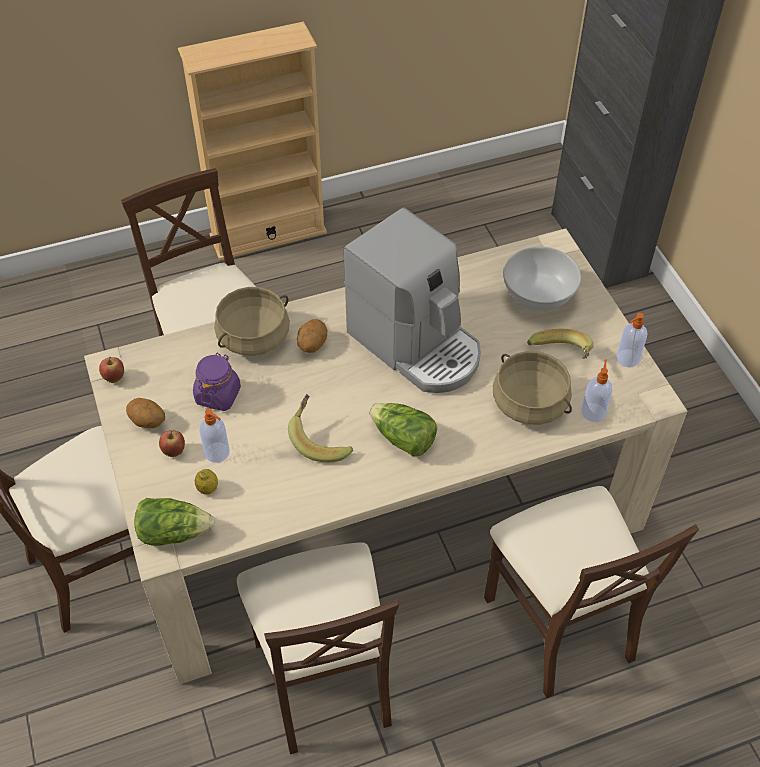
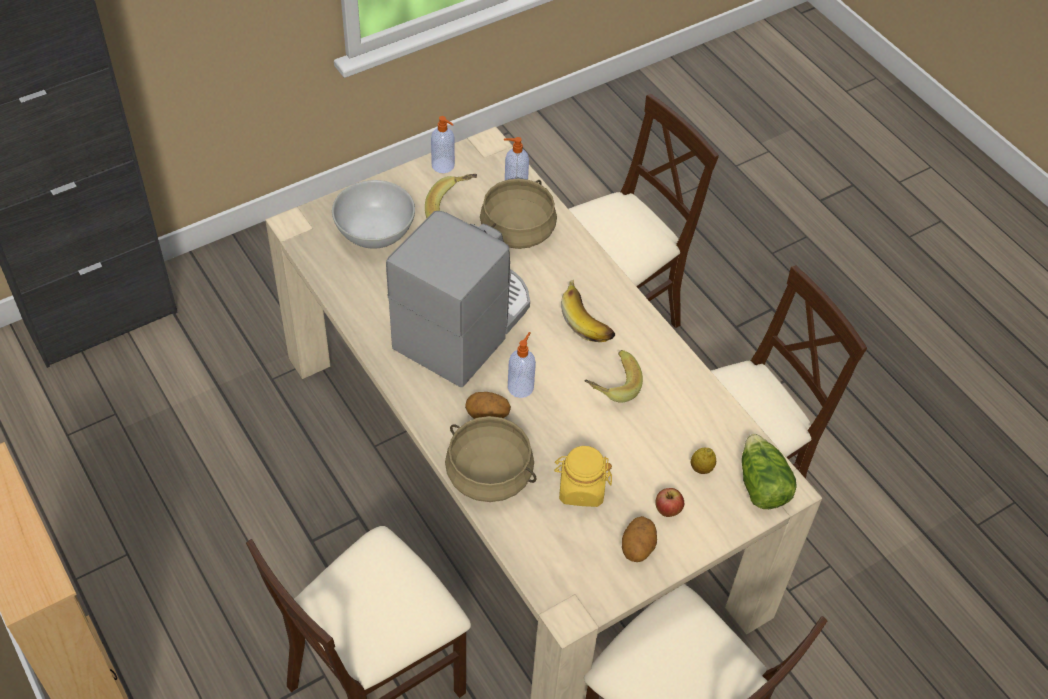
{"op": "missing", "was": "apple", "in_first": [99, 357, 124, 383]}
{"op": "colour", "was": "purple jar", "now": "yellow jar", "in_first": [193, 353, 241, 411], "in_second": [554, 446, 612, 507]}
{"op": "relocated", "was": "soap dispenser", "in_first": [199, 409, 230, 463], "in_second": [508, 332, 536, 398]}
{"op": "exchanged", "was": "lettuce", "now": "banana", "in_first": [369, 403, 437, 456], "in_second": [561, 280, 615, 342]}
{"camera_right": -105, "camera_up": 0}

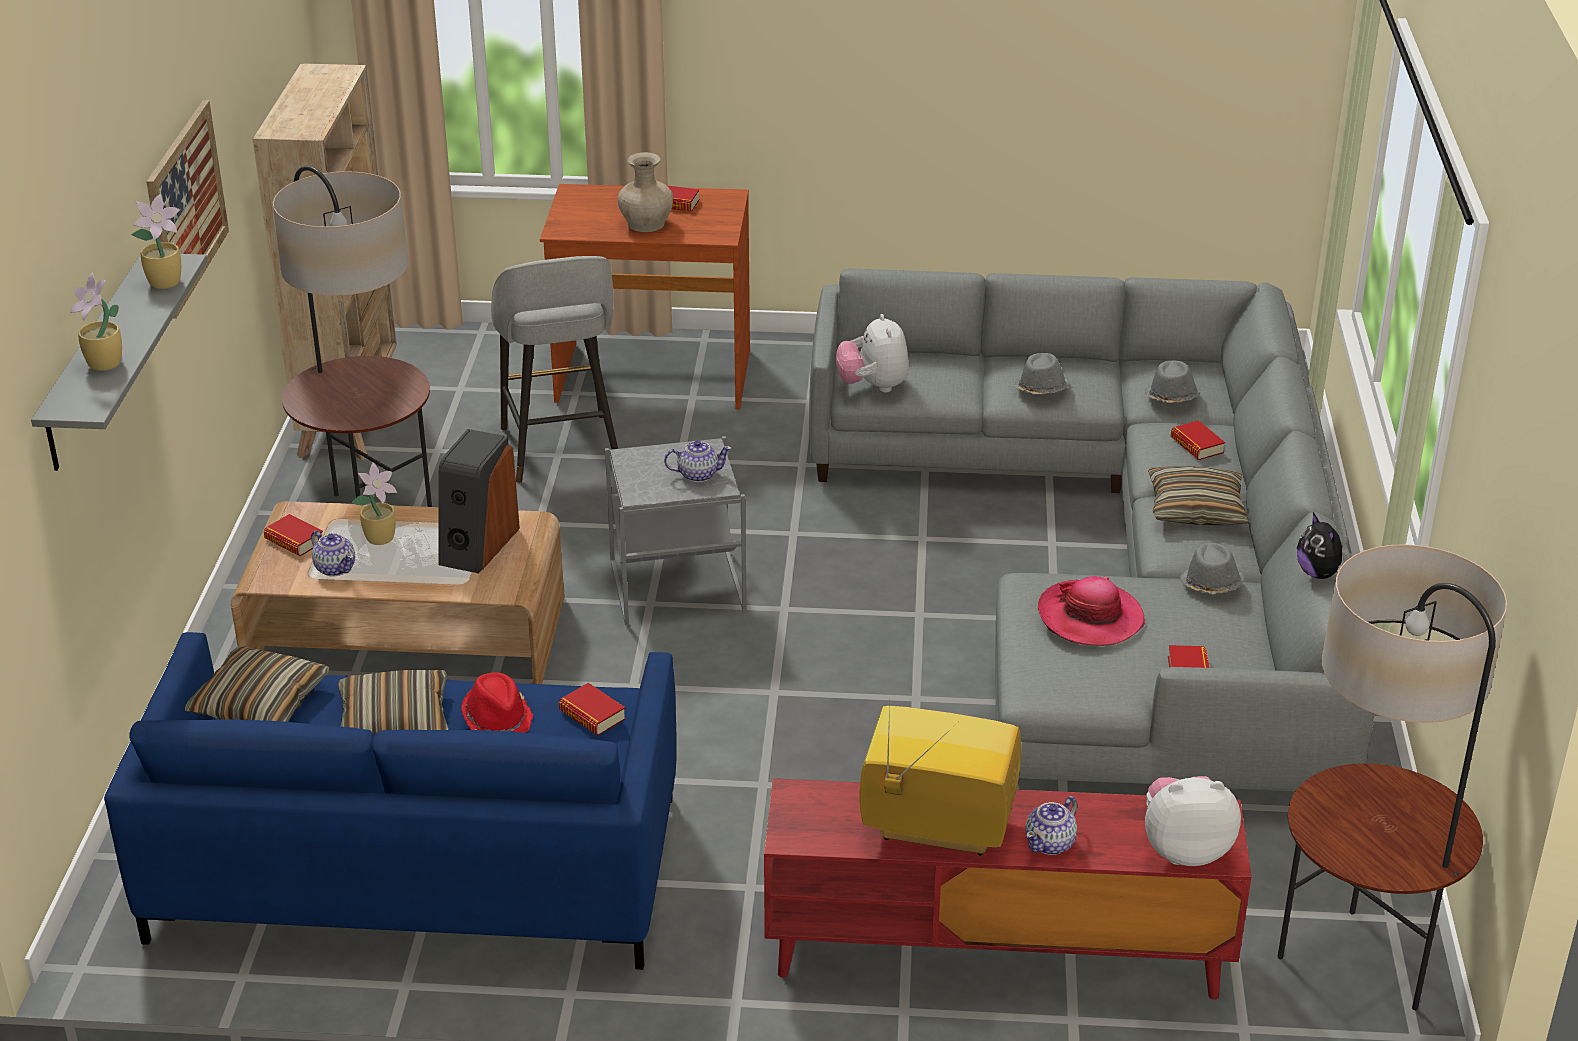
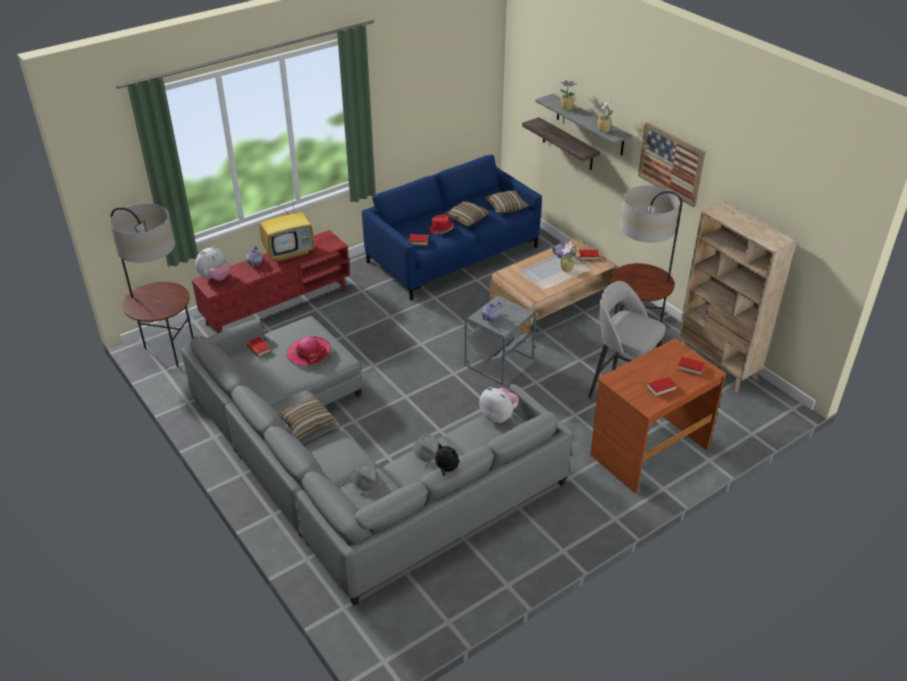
{"op": "missing", "was": "speaker", "in_first": [438, 429, 520, 574]}
{"op": "missing", "was": "beige vase", "in_first": [618, 152, 673, 232]}
{"op": "relocated", "was": "book", "in_first": [1171, 420, 1225, 460], "in_second": [677, 356, 706, 376]}
{"op": "missing", "was": "grey hat", "in_first": [1180, 543, 1244, 594]}
{"op": "relocated", "was": "plush toy", "in_first": [1297, 512, 1342, 579], "in_second": [431, 443, 459, 476]}
{"op": "appeared", "now": "shelf", "in_second": [522, 117, 600, 170]}
{"camera_right": 140, "camera_up": 5}

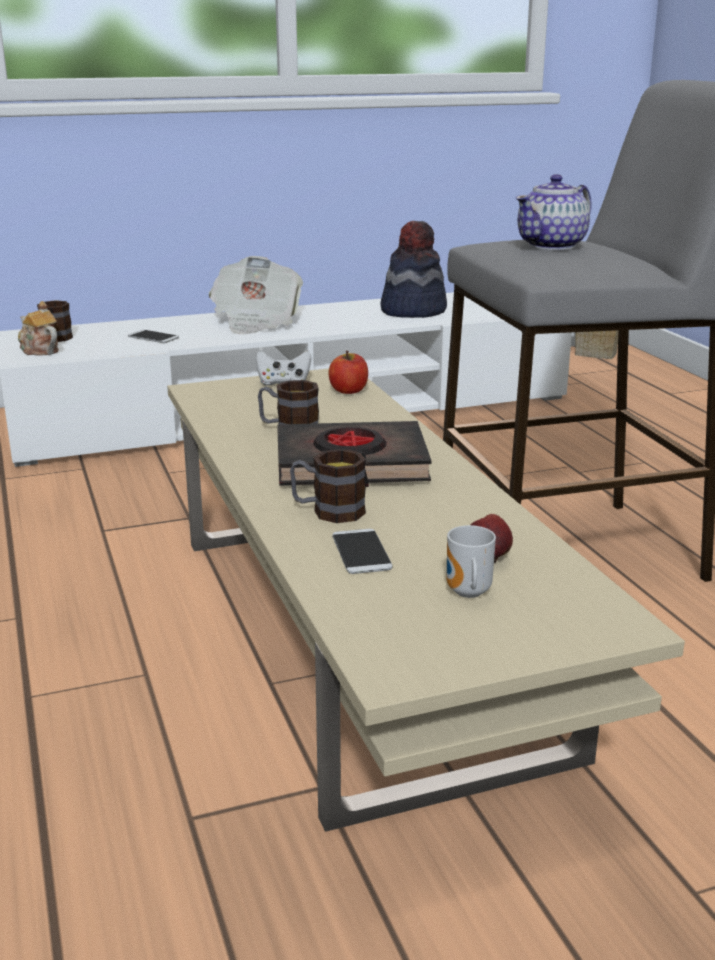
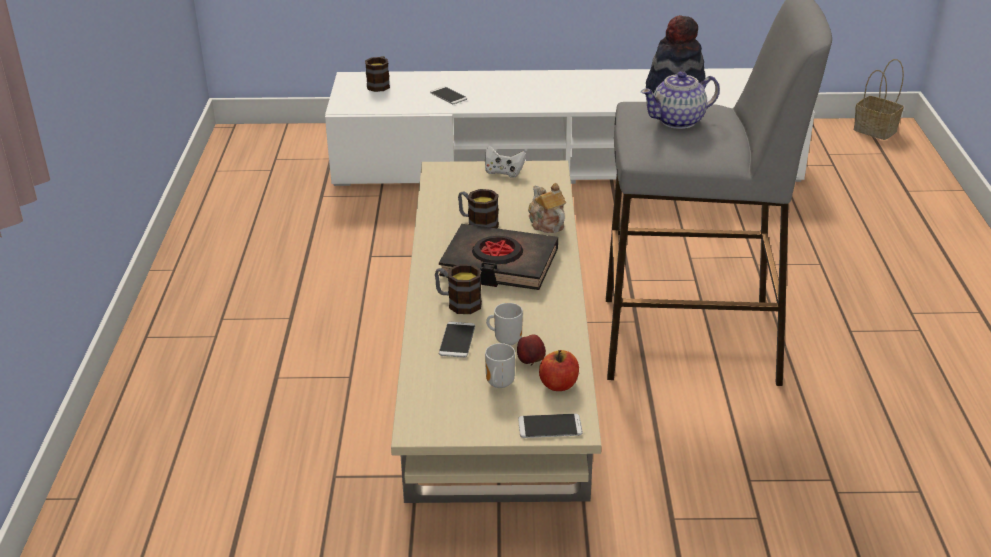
{"op": "relocated", "was": "teapot", "in_first": [18, 301, 59, 356], "in_second": [528, 183, 566, 233]}
{"op": "missing", "was": "newspaper", "in_first": [209, 256, 303, 334]}
{"op": "relocated", "was": "apple", "in_first": [328, 351, 368, 394], "in_second": [539, 350, 579, 391]}
{"op": "appeared", "now": "mug", "in_second": [486, 303, 523, 345]}
{"op": "appeared", "now": "phone", "in_second": [518, 414, 583, 438]}
{"camera_right": 20, "camera_up": 10}

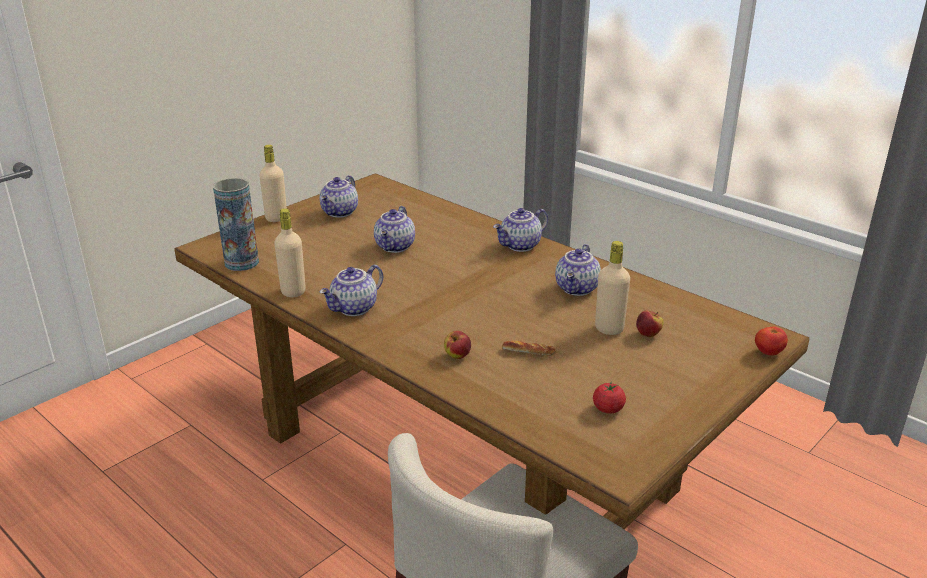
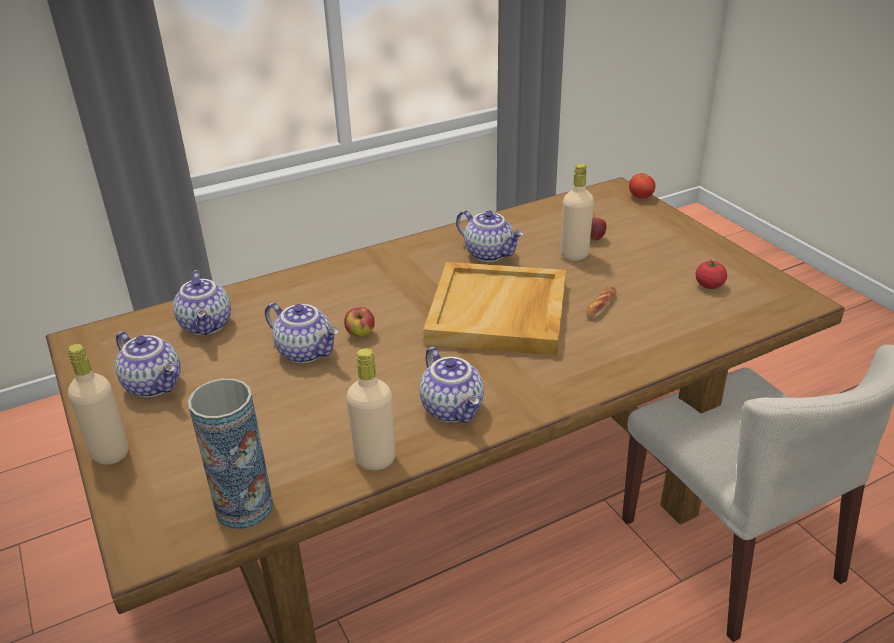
{"op": "relocated", "was": "apple", "in_first": [444, 331, 471, 359], "in_second": [344, 307, 375, 337]}
{"op": "relocated", "was": "teapot", "in_first": [493, 208, 548, 252], "in_second": [173, 270, 231, 335]}
{"op": "appeared", "now": "beige tray", "in_second": [423, 262, 566, 356]}
{"camera_right": -70, "camera_up": 5}

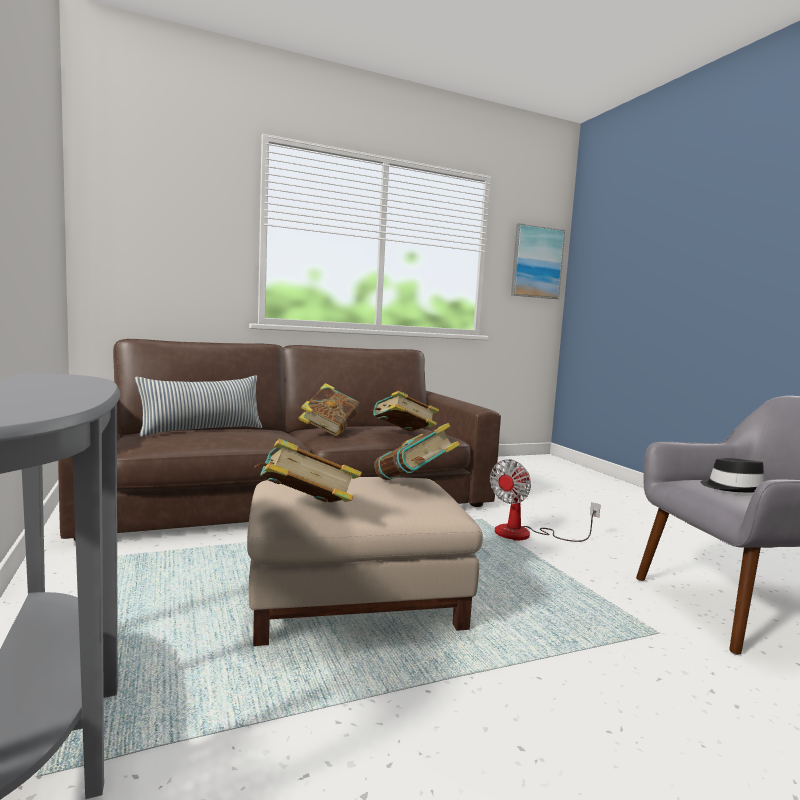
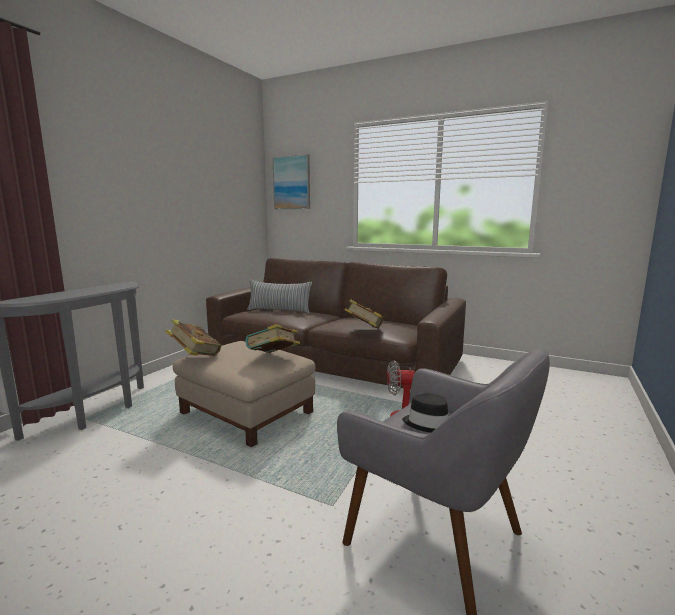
{"op": "missing", "was": "book", "in_first": [298, 383, 360, 436]}
{"op": "relocated", "was": "picture", "in_first": [511, 223, 565, 299], "in_second": [272, 154, 310, 209]}
{"camera_right": 50, "camera_up": 5}

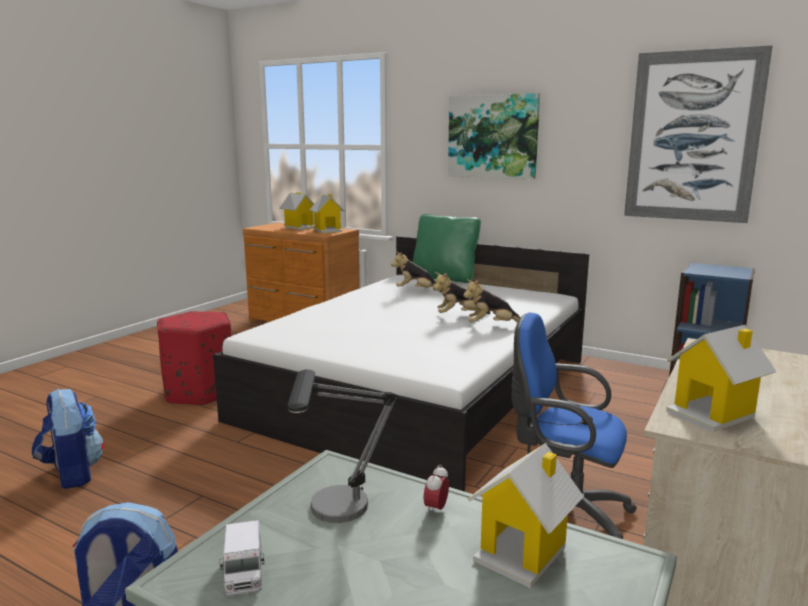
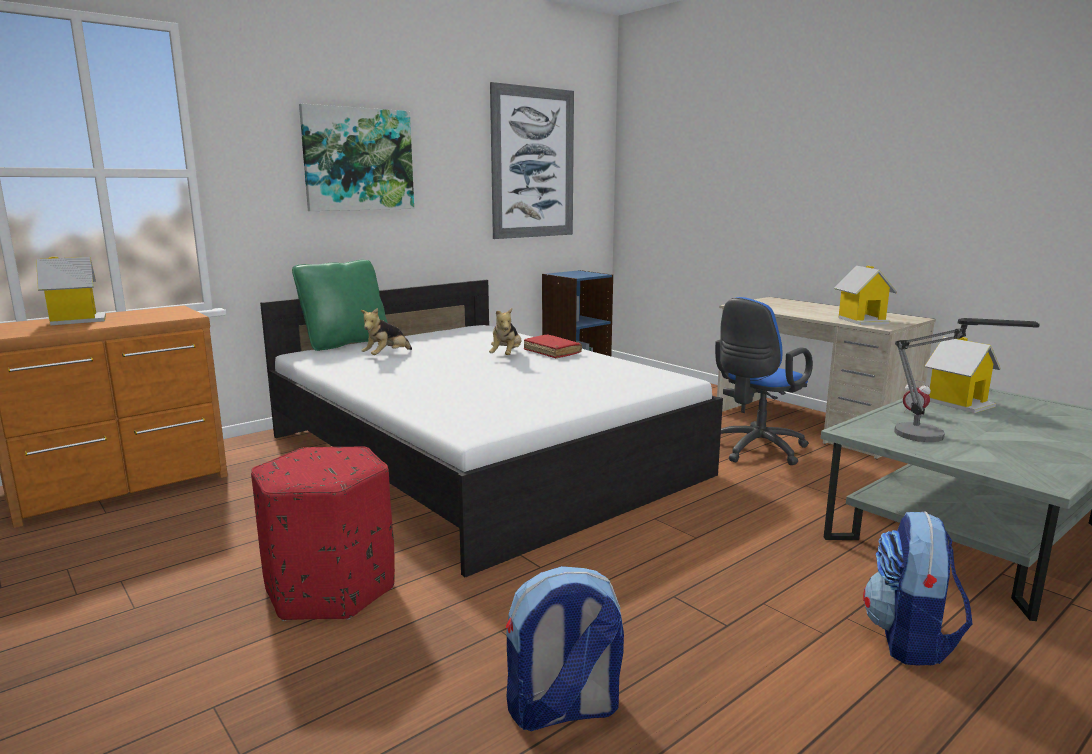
{"op": "missing", "was": "toy truck", "in_first": [220, 520, 264, 596]}
{"op": "missing", "was": "toy house", "in_first": [309, 194, 345, 233]}
{"op": "exchanged", "was": "plush toy", "now": "red book", "in_first": [463, 279, 520, 322], "in_second": [524, 334, 582, 358]}
{"camera_right": -70, "camera_up": 0}

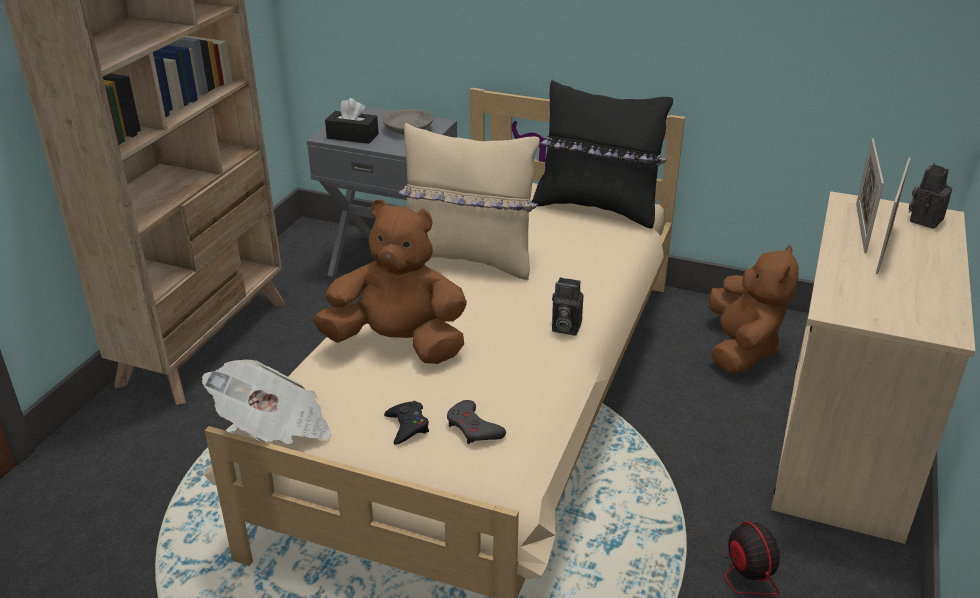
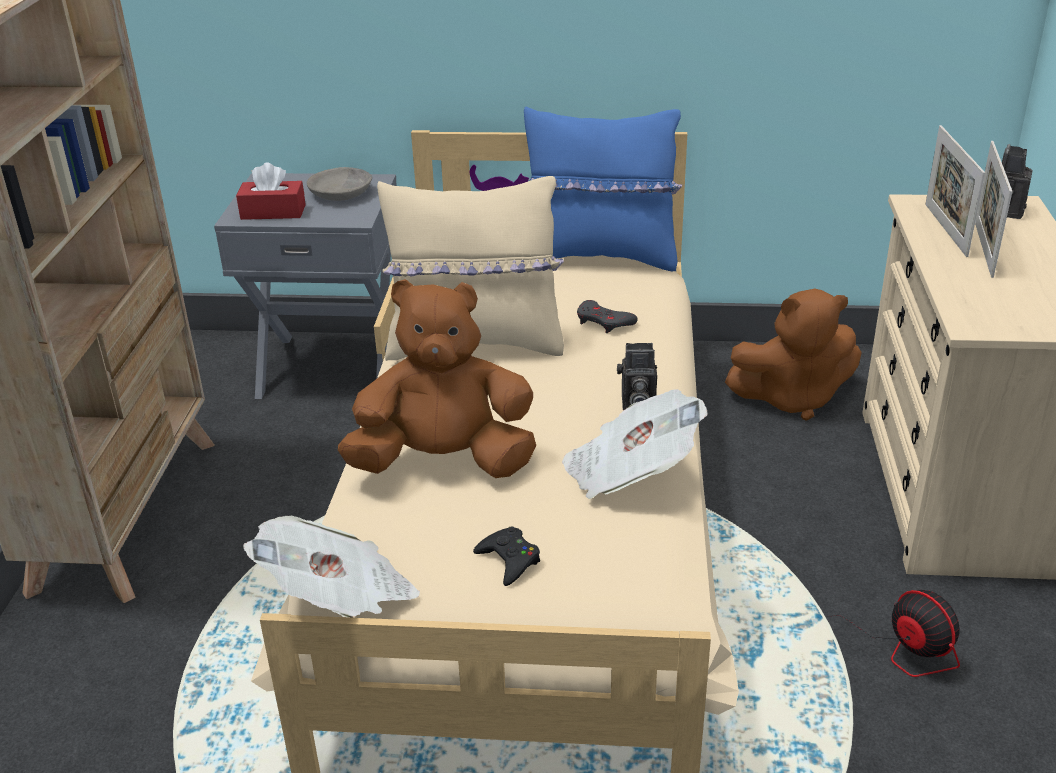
{"op": "colour", "was": "black tissue box", "now": "red tissue box", "in_first": [325, 98, 379, 144], "in_second": [236, 163, 306, 220]}
{"op": "relocated", "was": "grey game controller", "in_first": [447, 400, 506, 444], "in_second": [577, 300, 638, 333]}
{"op": "colour", "was": "black pillow", "now": "blue pillow", "in_first": [532, 80, 673, 229], "in_second": [524, 107, 683, 271]}
{"op": "spun", "was": "brown plush toy", "in_first": [709, 244, 799, 374], "in_second": [725, 289, 862, 421], "clockwise": 90}
{"op": "appeared", "now": "newspaper", "in_second": [562, 389, 708, 499]}
{"camera_right": -15, "camera_up": 0}

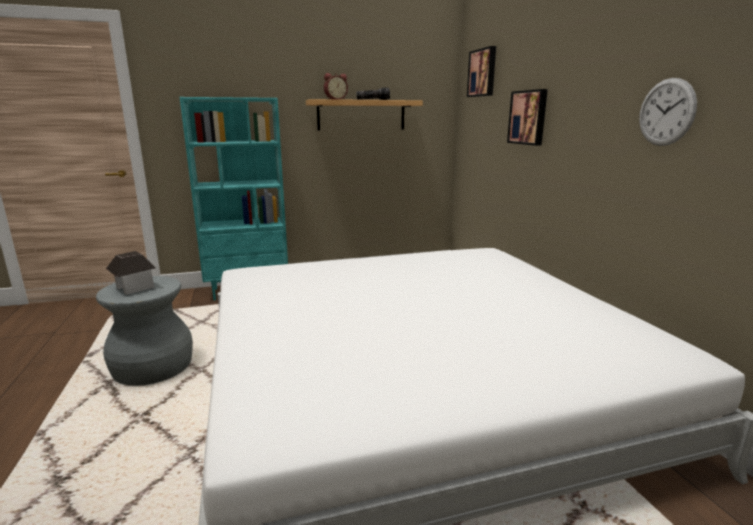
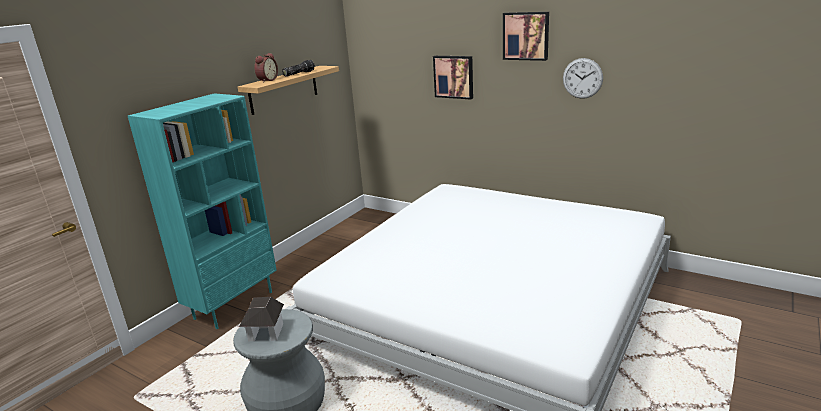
{"op": "relocated", "was": "picture", "in_first": [467, 46, 496, 97], "in_second": [503, 12, 549, 61]}
{"camera_right": -40, "camera_up": 5}

